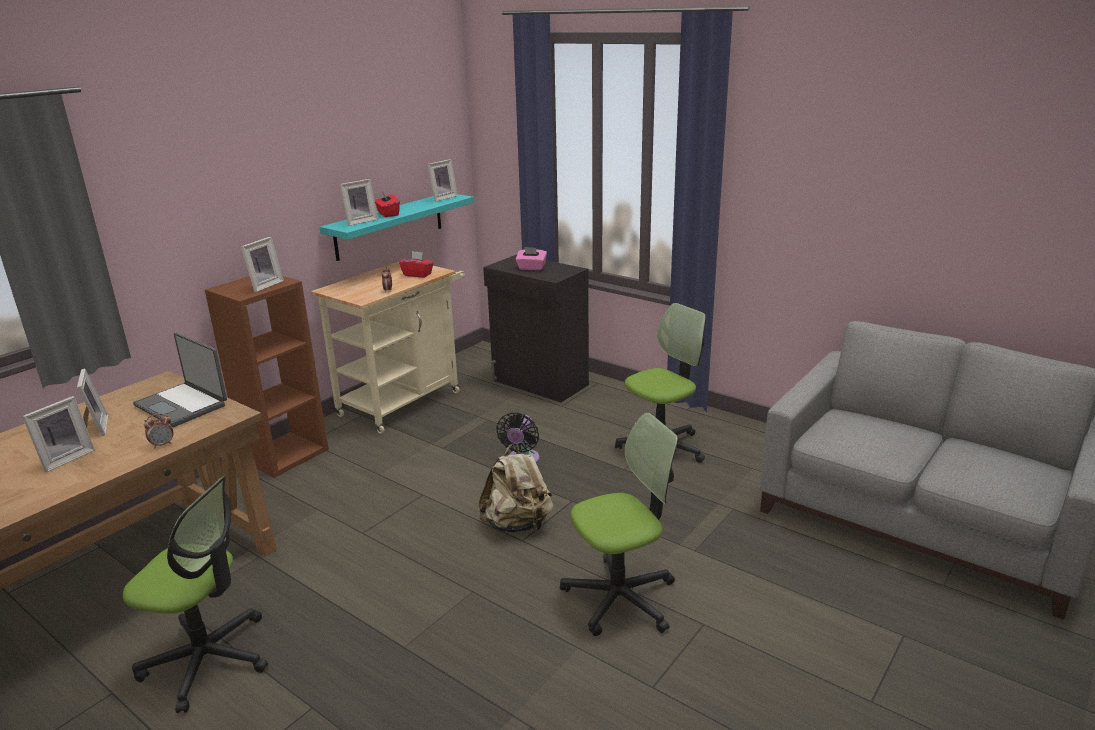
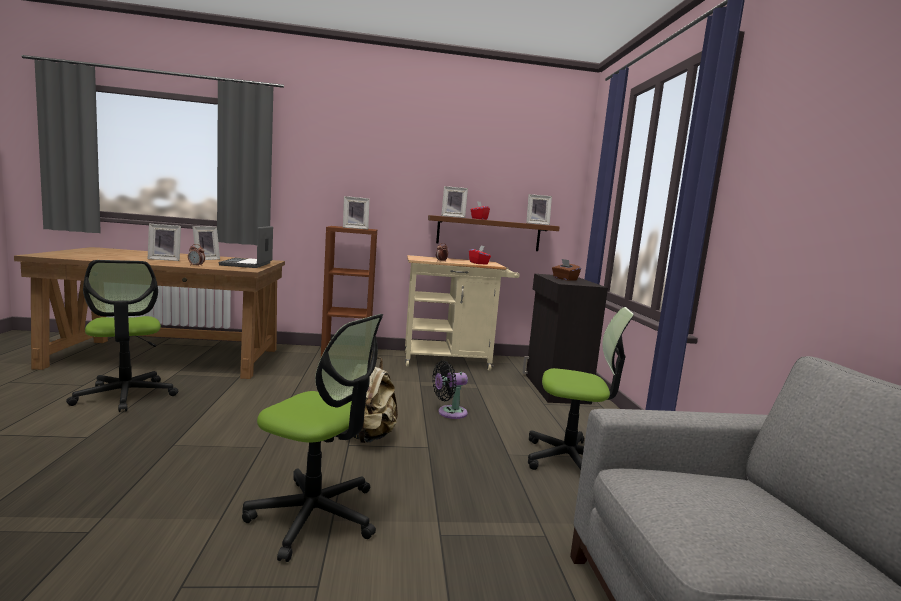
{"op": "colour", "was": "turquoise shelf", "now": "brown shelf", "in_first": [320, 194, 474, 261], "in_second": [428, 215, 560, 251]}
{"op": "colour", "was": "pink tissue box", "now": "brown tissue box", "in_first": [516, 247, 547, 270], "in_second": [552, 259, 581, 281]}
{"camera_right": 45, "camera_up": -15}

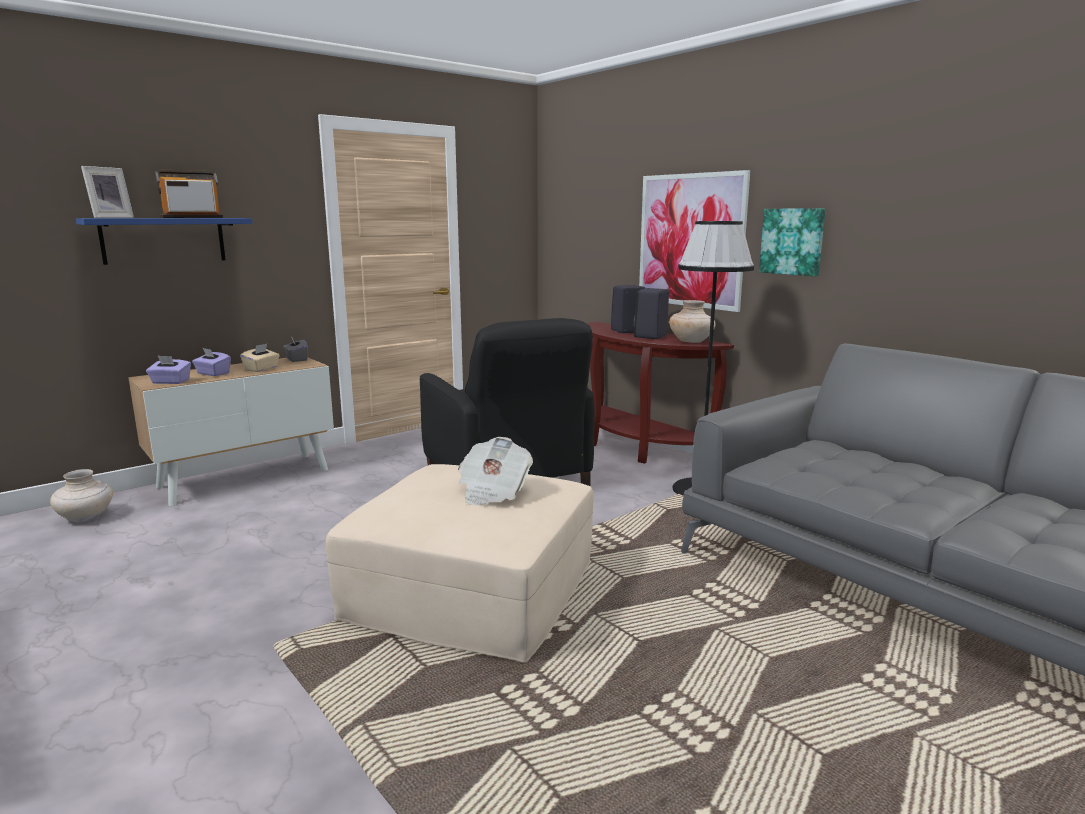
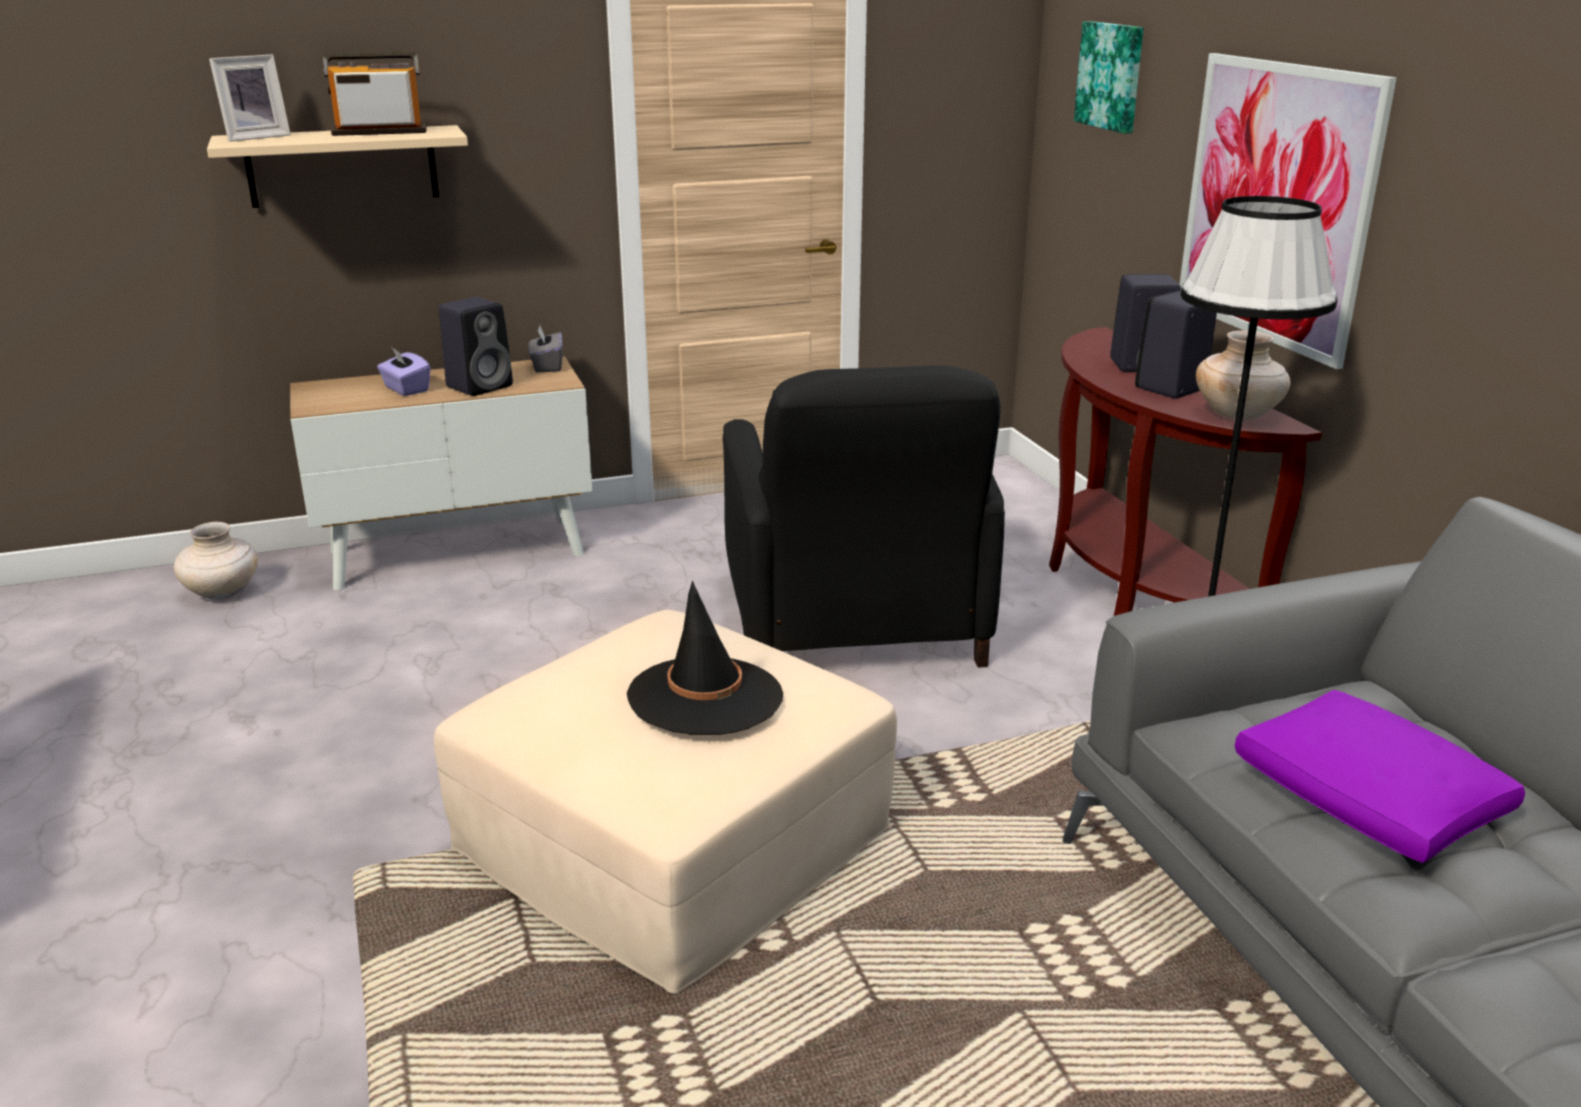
{"op": "colour", "was": "blue shelf", "now": "beige shelf", "in_first": [76, 218, 253, 265], "in_second": [207, 125, 468, 208]}
{"op": "missing", "was": "purple tissue box", "in_first": [146, 355, 191, 384]}
{"op": "exchanged", "was": "beige tissue box", "now": "black speaker", "in_first": [240, 344, 280, 372], "in_second": [439, 297, 513, 396]}
{"op": "exchanged", "was": "newspaper", "now": "black hat", "in_first": [458, 437, 533, 505], "in_second": [627, 580, 783, 735]}
{"op": "relocated", "was": "picture", "in_first": [759, 208, 826, 276], "in_second": [1074, 21, 1143, 134]}
{"op": "appeared", "now": "purple pillow", "in_second": [1235, 690, 1525, 863]}
{"camera_right": 20, "camera_up": 10}

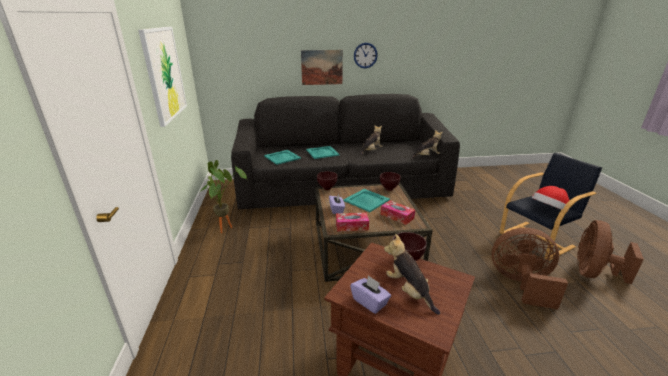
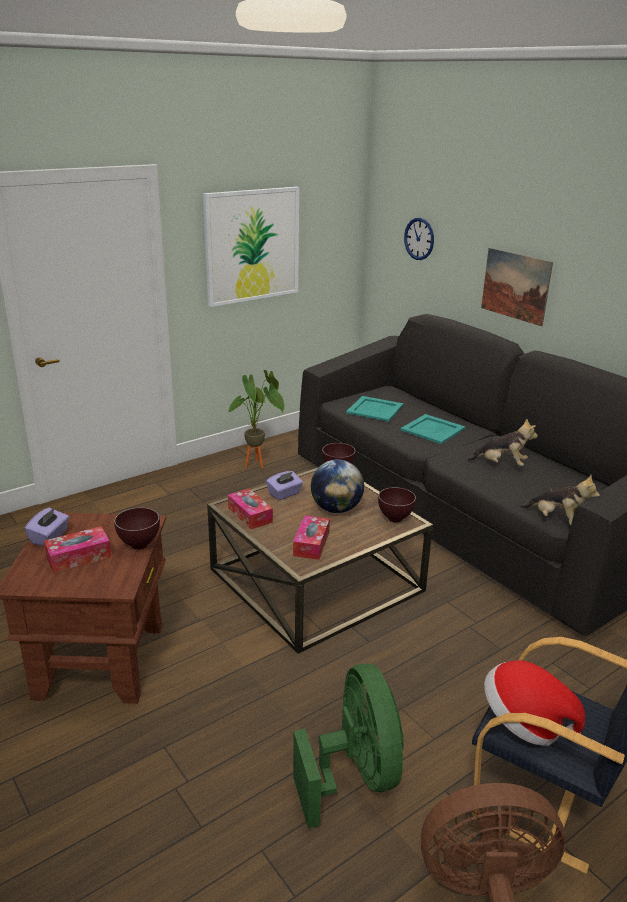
{"op": "exchanged", "was": "turquoise tray", "now": "globe", "in_first": [344, 189, 390, 212], "in_second": [311, 459, 364, 513]}
{"op": "relocated", "was": "wall clock", "in_first": [354, 43, 378, 68], "in_second": [404, 218, 434, 260]}
{"op": "exchanged", "was": "plush toy", "now": "tissue box", "in_first": [384, 234, 440, 315], "in_second": [44, 526, 112, 573]}
{"op": "colour", "was": "brown fan", "now": "green fan", "in_first": [491, 228, 568, 310], "in_second": [293, 664, 404, 828]}
{"camera_right": 60, "camera_up": 0}

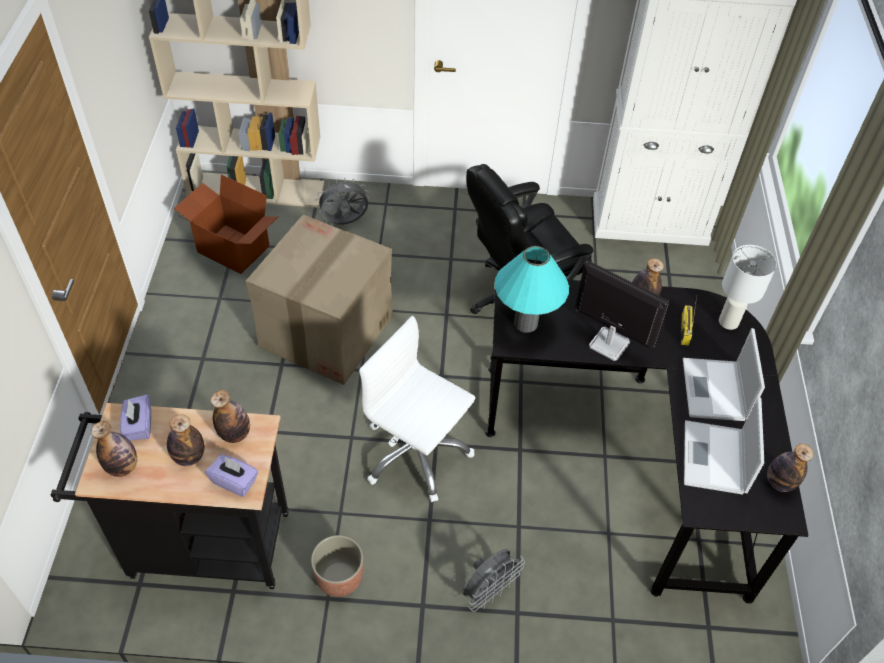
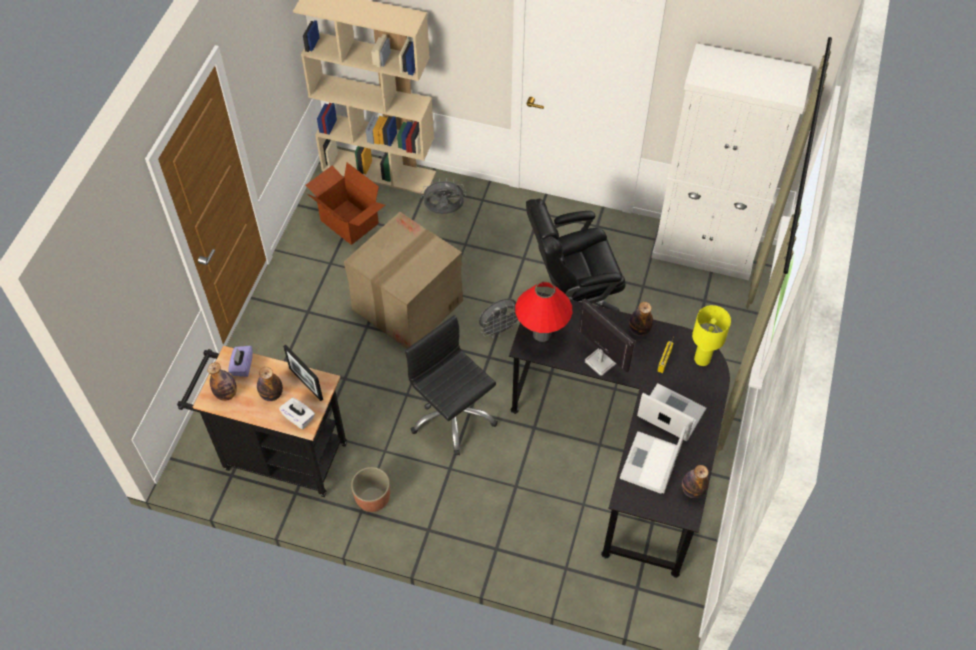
{"op": "colour", "was": "purple tissue box", "now": "white tissue box", "in_first": [205, 454, 258, 497], "in_second": [279, 398, 315, 430]}
{"op": "exchanged", "was": "bottle", "now": "picture frame", "in_first": [211, 390, 250, 443], "in_second": [283, 345, 323, 401]}
{"op": "colour", "was": "white office chair", "now": "black office chair", "in_first": [359, 316, 475, 502], "in_second": [405, 315, 498, 456]}
{"op": "relocated", "was": "grey fan", "in_first": [462, 549, 525, 612], "in_second": [479, 299, 520, 338]}
{"op": "colour", "was": "turquoise table lamp", "now": "red table lamp", "in_first": [494, 246, 569, 333], "in_second": [515, 281, 572, 342]}
{"op": "spun", "was": "laptop", "in_first": [683, 328, 765, 421], "in_second": [637, 383, 706, 441], "clockwise": 105}
{"op": "colour", "was": "white table lamp", "now": "yellow table lamp", "in_first": [719, 245, 777, 330], "in_second": [692, 305, 731, 366]}
{"camera_right": 15, "camera_up": 5}

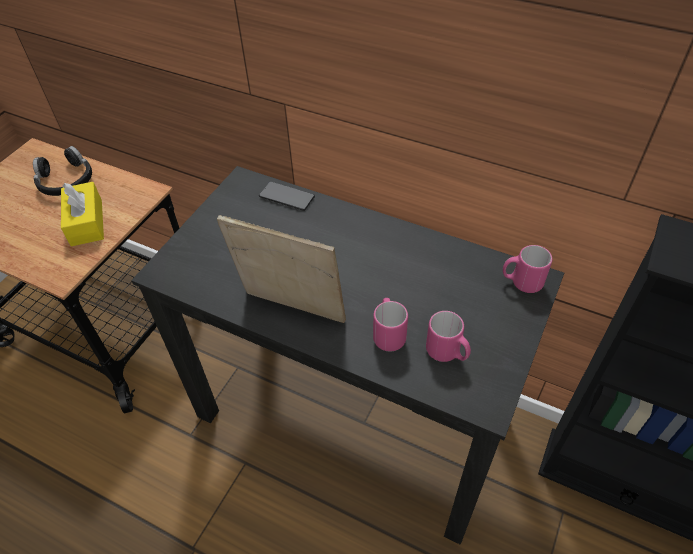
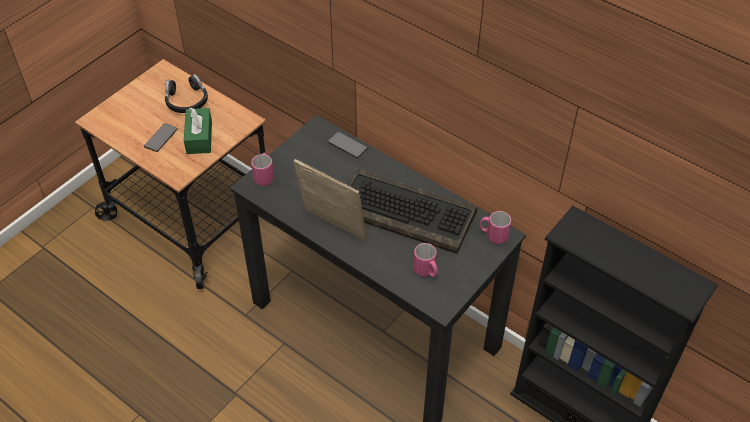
{"op": "colour", "was": "yellow tissue box", "now": "green tissue box", "in_first": [61, 182, 104, 246], "in_second": [184, 108, 212, 154]}
{"op": "relocated", "was": "pink mug", "in_first": [373, 298, 408, 351], "in_second": [251, 153, 274, 186]}
{"op": "appeared", "now": "phone", "in_second": [144, 123, 178, 152]}
{"op": "appeared", "now": "keyboard", "in_second": [348, 169, 477, 254]}
{"camera_right": 10, "camera_up": 0}

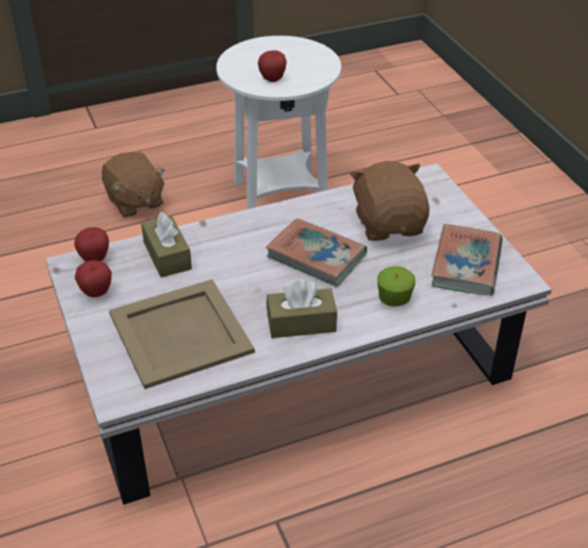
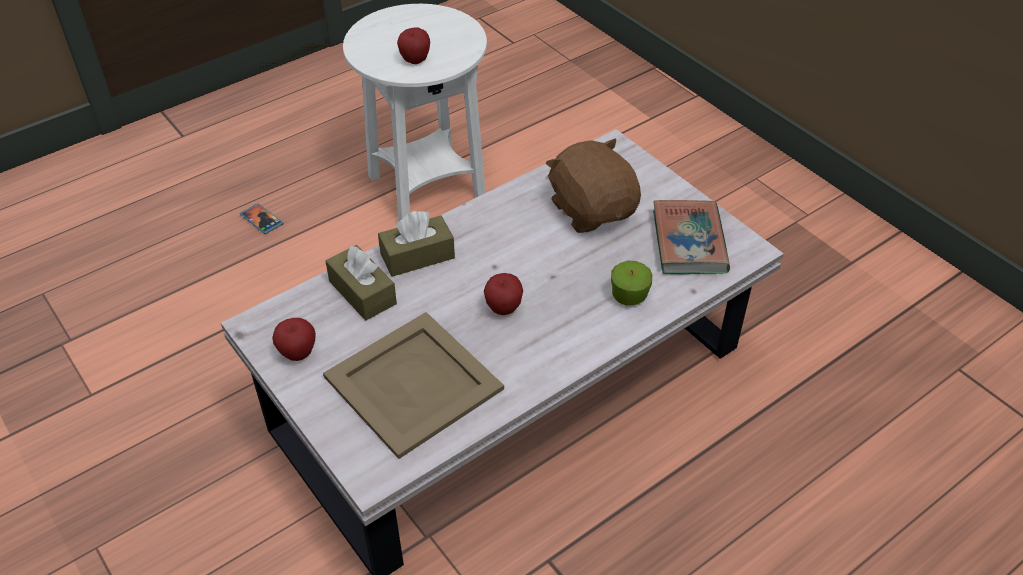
{"op": "relocated", "was": "apple", "in_first": [74, 227, 109, 261], "in_second": [484, 273, 523, 315]}
{"op": "exchanged", "was": "brown plush toy", "now": "phone", "in_first": [102, 152, 165, 217], "in_second": [240, 203, 283, 234]}
{"op": "missing", "was": "book", "in_first": [266, 218, 367, 287]}
{"op": "relocated", "was": "brown tissue box", "in_first": [266, 279, 337, 338], "in_second": [378, 211, 455, 277]}
{"camera_right": -15, "camera_up": 5}

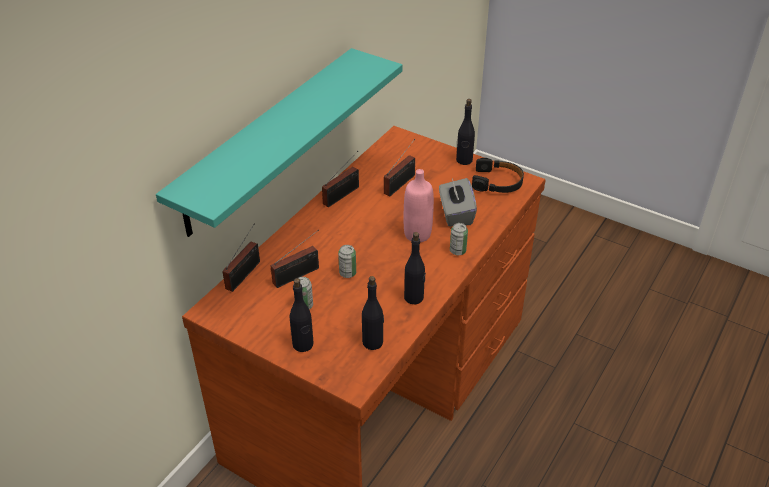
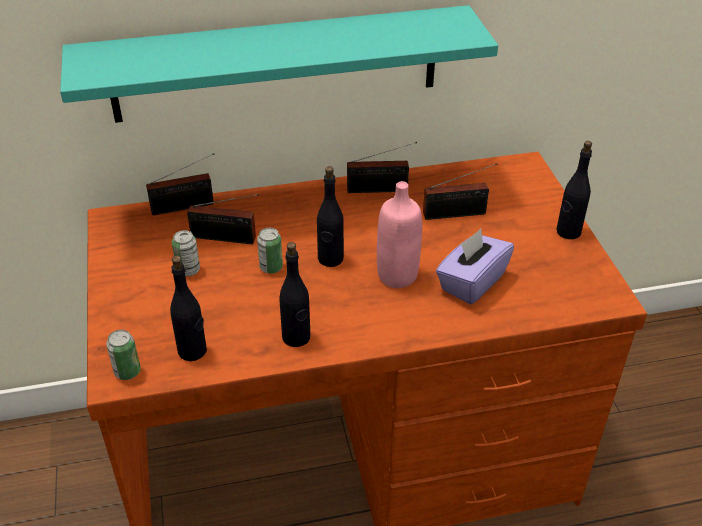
{"op": "relocated", "was": "black bottle", "in_first": [290, 278, 314, 352], "in_second": [317, 166, 344, 267]}
{"op": "colour", "was": "grey tissue box", "now": "purple tissue box", "in_first": [439, 178, 477, 227], "in_second": [436, 229, 514, 305]}
{"op": "relocated", "was": "can", "in_first": [450, 223, 468, 255], "in_second": [106, 330, 141, 380]}
{"op": "missing", "was": "black headphones", "in_first": [472, 158, 524, 193]}
{"camera_right": 45, "camera_up": 0}

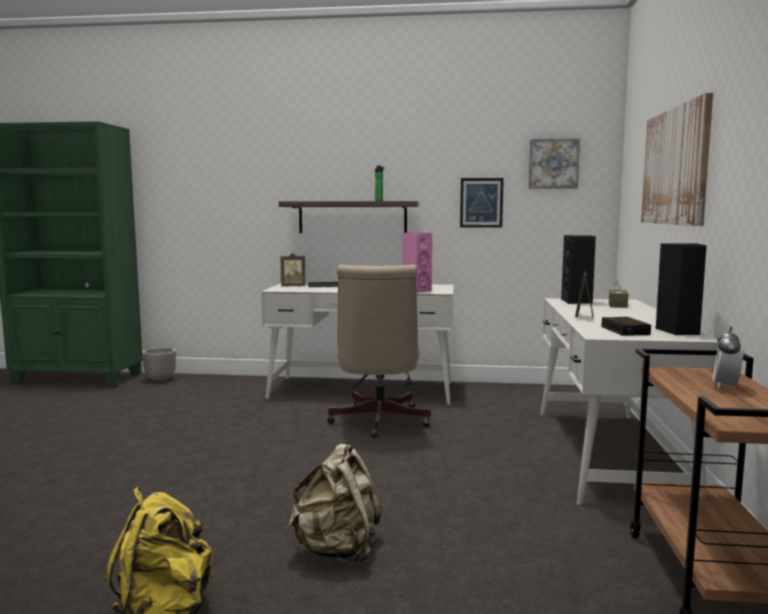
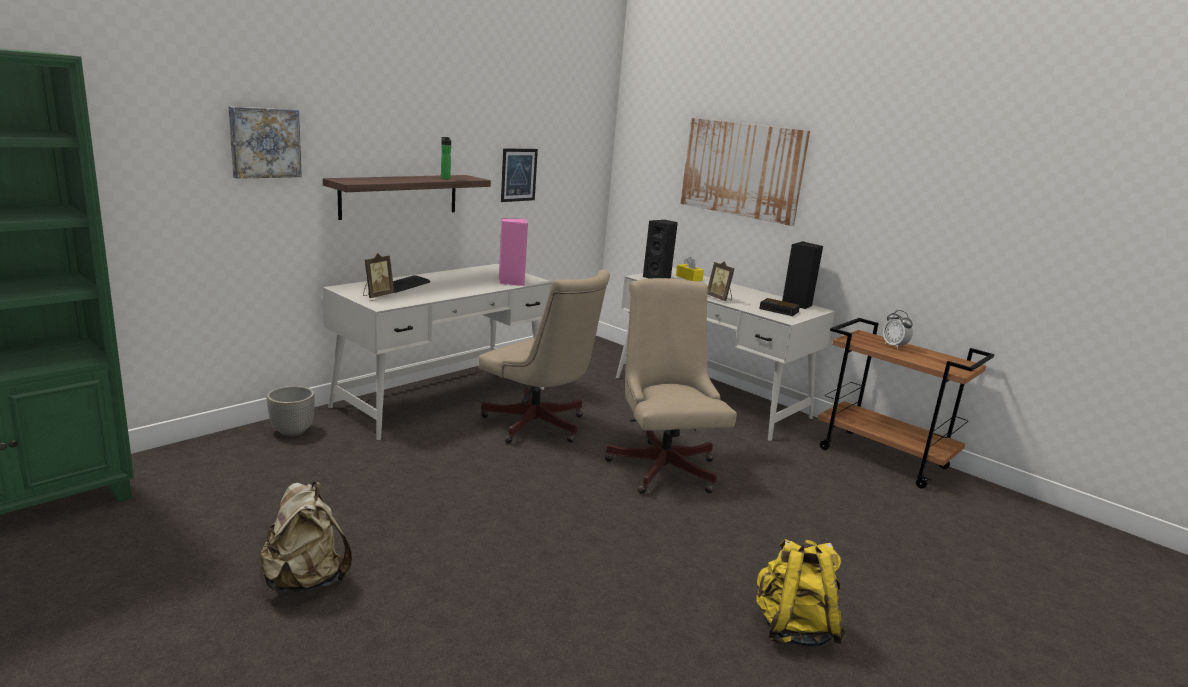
{"op": "relocated", "was": "planter", "in_first": [142, 348, 176, 382], "in_second": [267, 386, 315, 437]}
{"op": "relocated", "was": "beige backpack", "in_first": [288, 444, 382, 565], "in_second": [259, 481, 352, 592]}
{"op": "relocated", "was": "picture", "in_first": [528, 138, 580, 189], "in_second": [229, 107, 302, 179]}
{"op": "colour", "was": "brown tissue box", "now": "yellow tissue box", "in_first": [609, 279, 628, 308], "in_second": [676, 257, 704, 281]}
{"op": "appeared", "now": "beige office chair", "in_second": [605, 278, 737, 494]}
{"camera_right": -55, "camera_up": 10}

